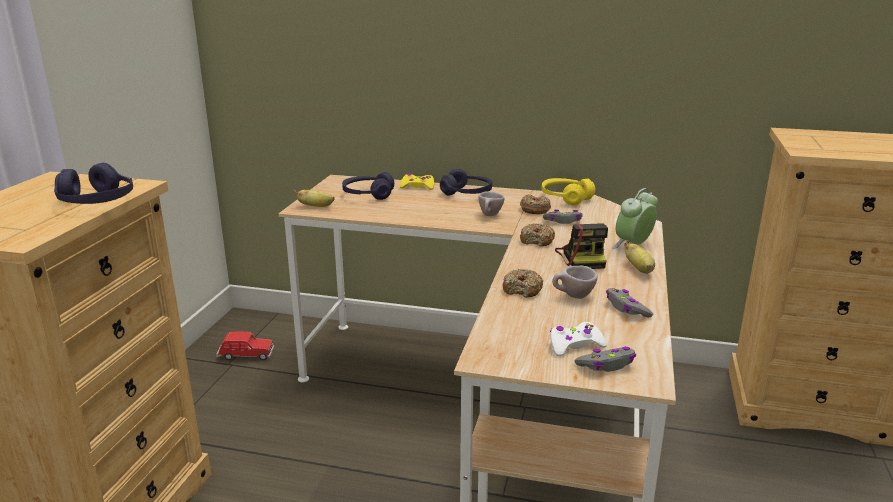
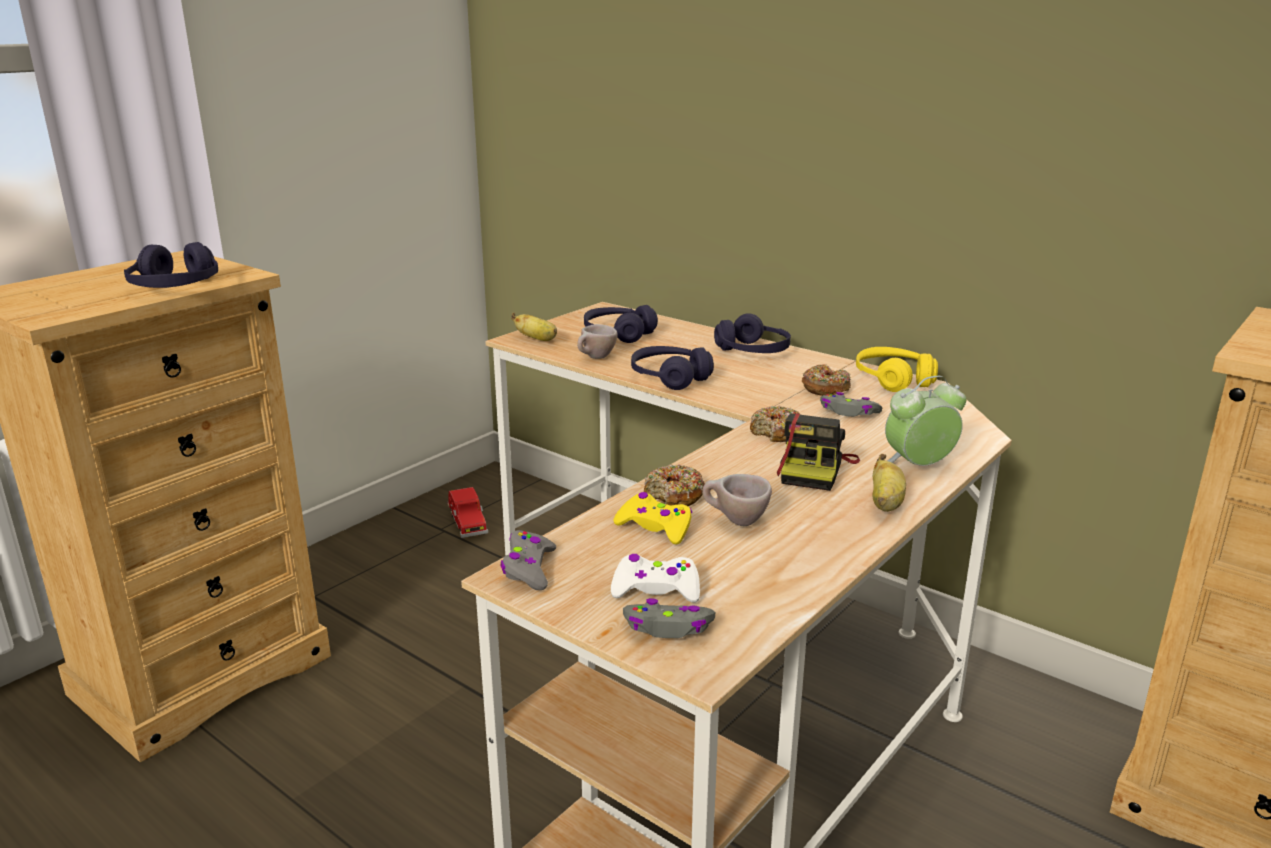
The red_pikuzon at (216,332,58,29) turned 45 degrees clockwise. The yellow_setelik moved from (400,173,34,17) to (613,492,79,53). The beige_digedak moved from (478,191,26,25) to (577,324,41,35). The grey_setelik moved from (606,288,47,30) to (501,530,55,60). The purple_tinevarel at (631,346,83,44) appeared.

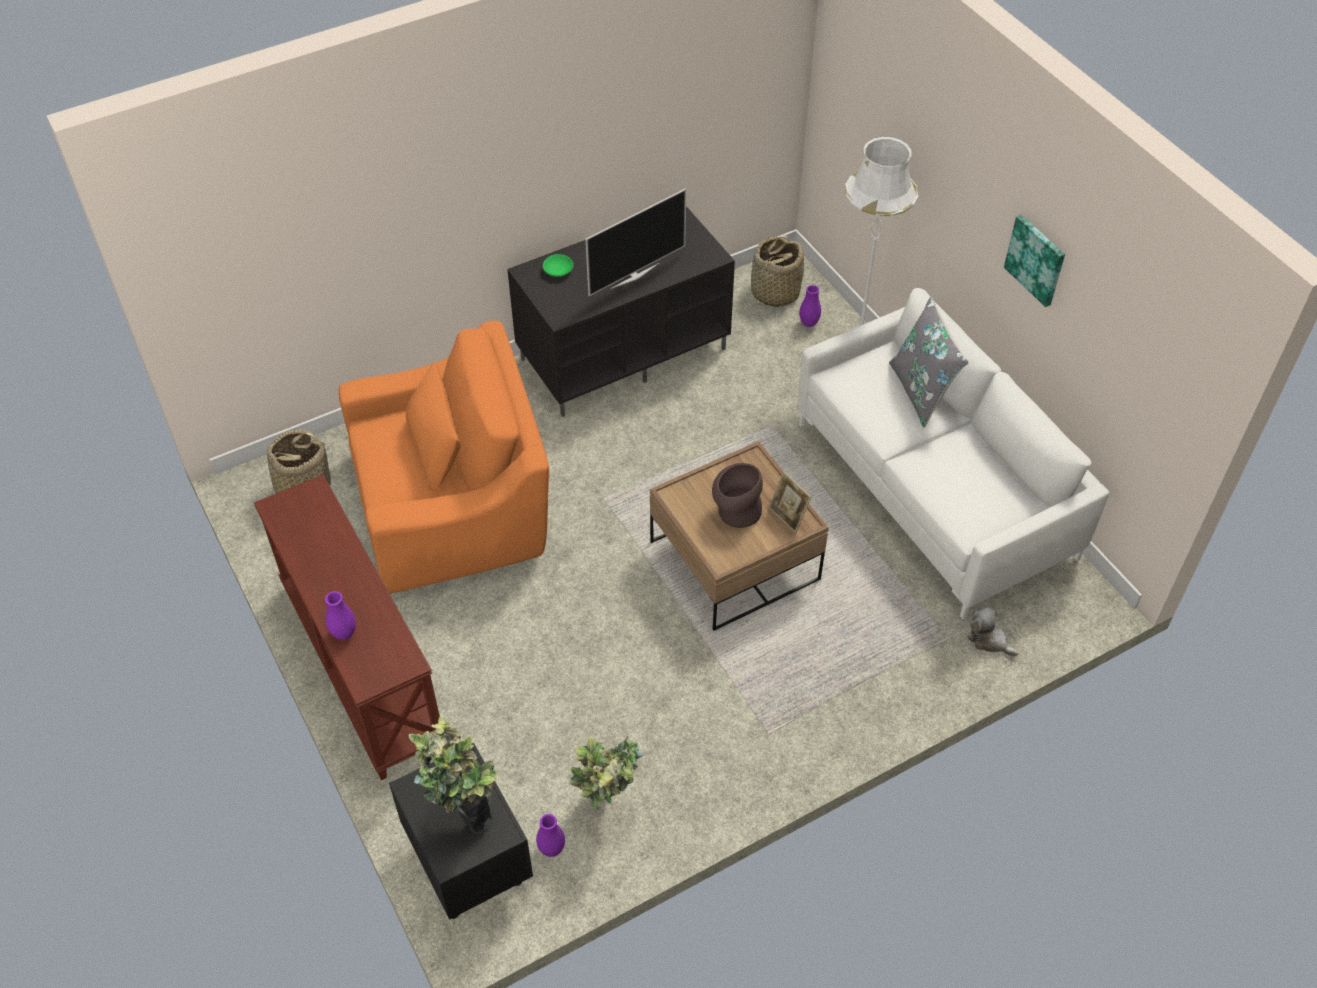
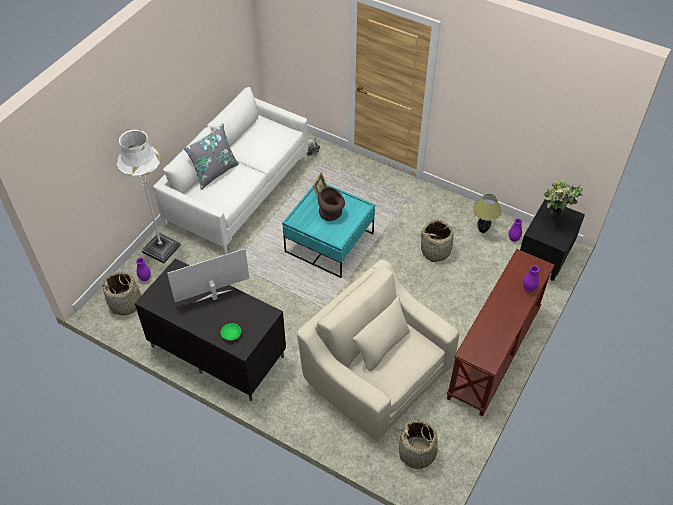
The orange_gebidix at (339,320,210,274) became the beige_gebidix at (297,259,162,182). The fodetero at (569,736,74,75) was replaced by the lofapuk at (473,194,29,39). The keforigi at (586,188,100,108) turned 45 degrees counterclockwise. The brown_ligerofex at (650,441,179,190) became the turquoise_ligerofex at (282,184,93,94). The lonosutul at (1004,215,61,92) disappeared. The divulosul at (419,220,38,42) appeared.

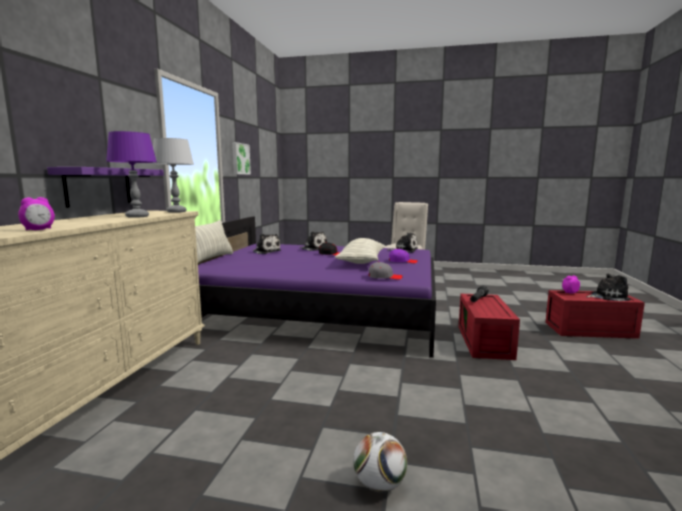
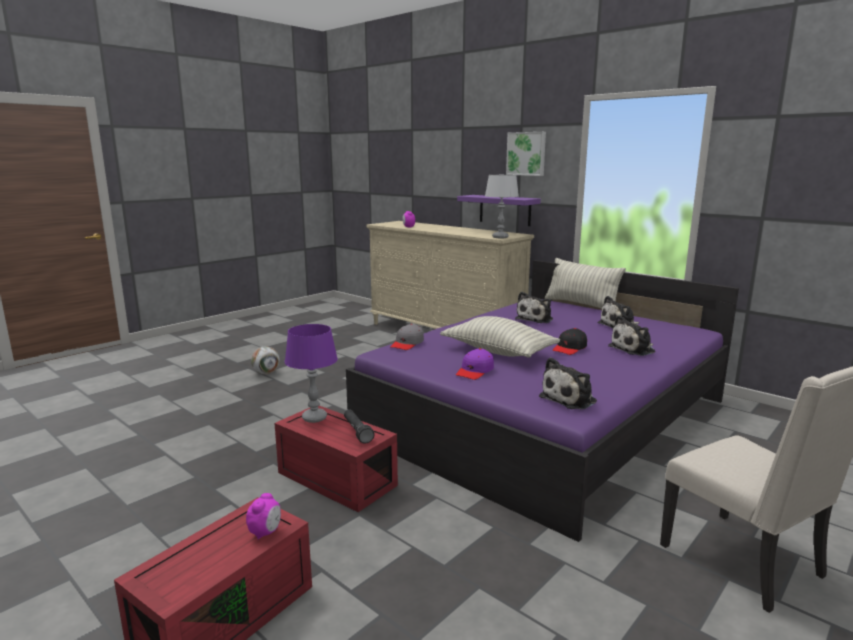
The purple_lofapuk moved from (106,131,51,87) to (285,324,53,99). The lonosutul moved from (232,142,19,33) to (506,132,40,44). The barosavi moved from (586,274,45,27) to (515,292,38,31).

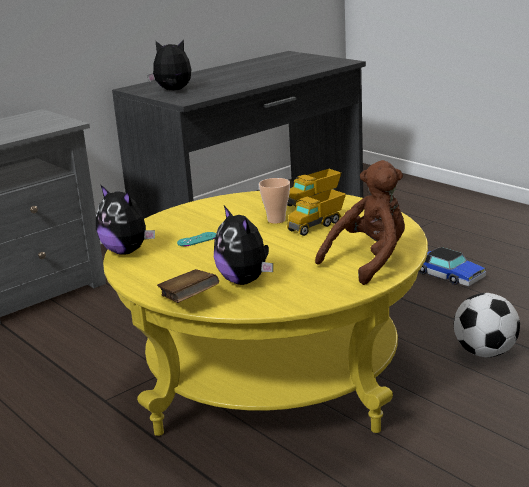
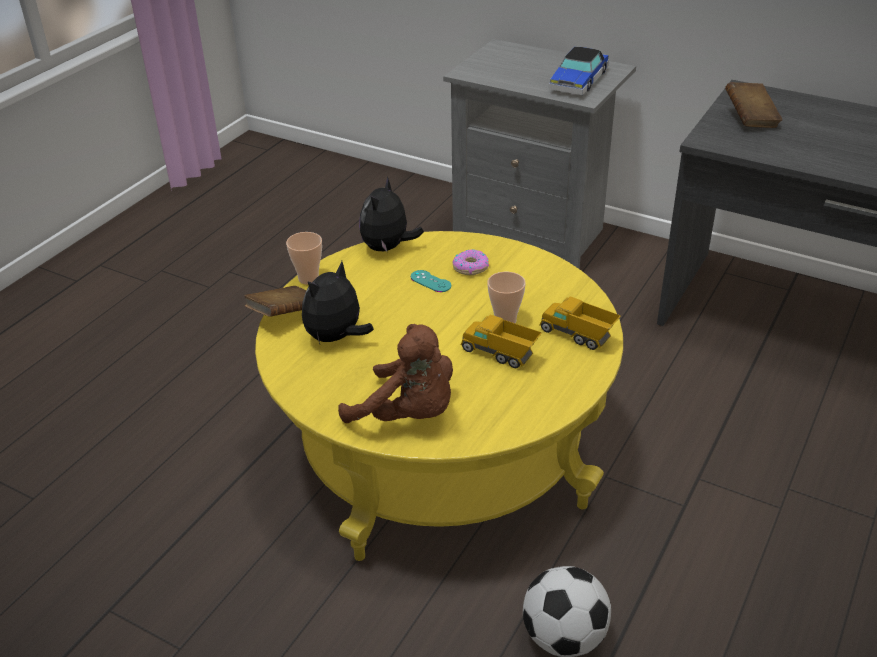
The barosavi at (147,40,44,50) was replaced by the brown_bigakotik at (725,82,57,46). The pikuzon moved from (419,247,67,39) to (549,47,60,48). The digedak at (286,232,36,53) appeared. The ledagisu at (453,249,36,26) appeared.

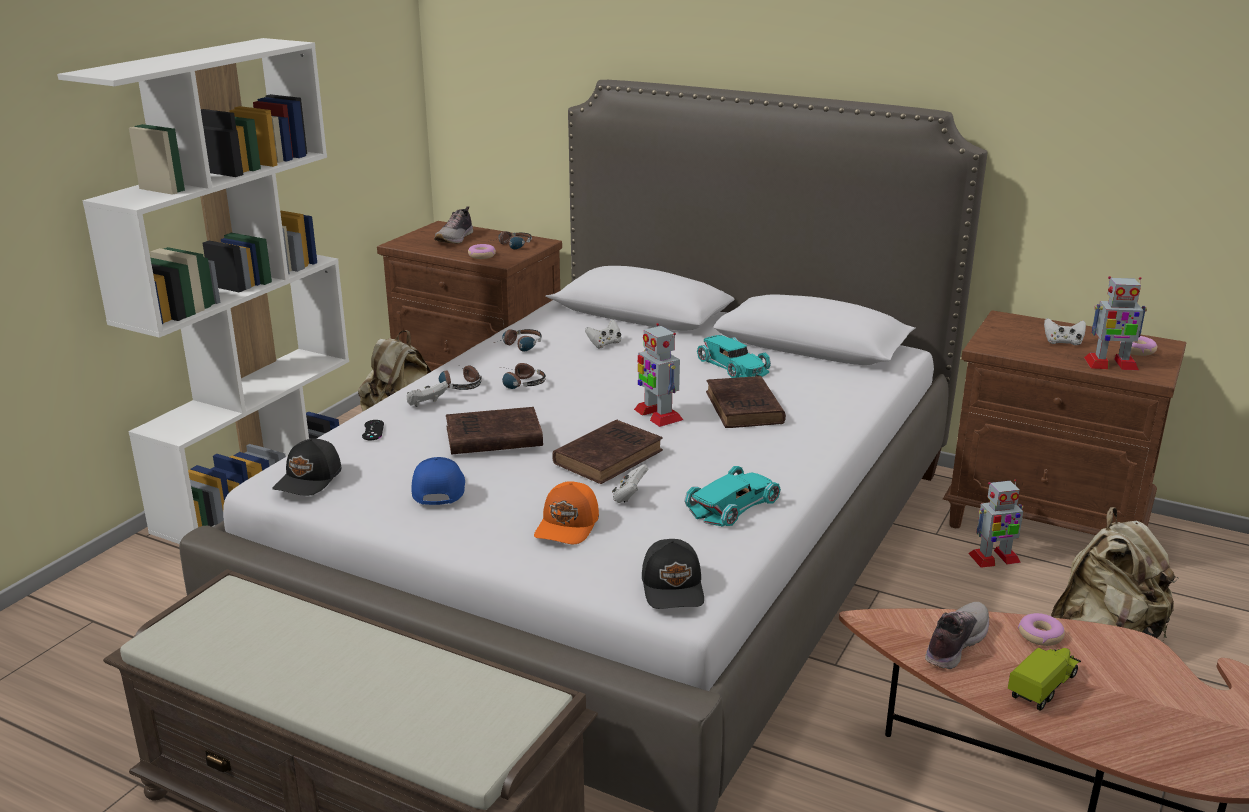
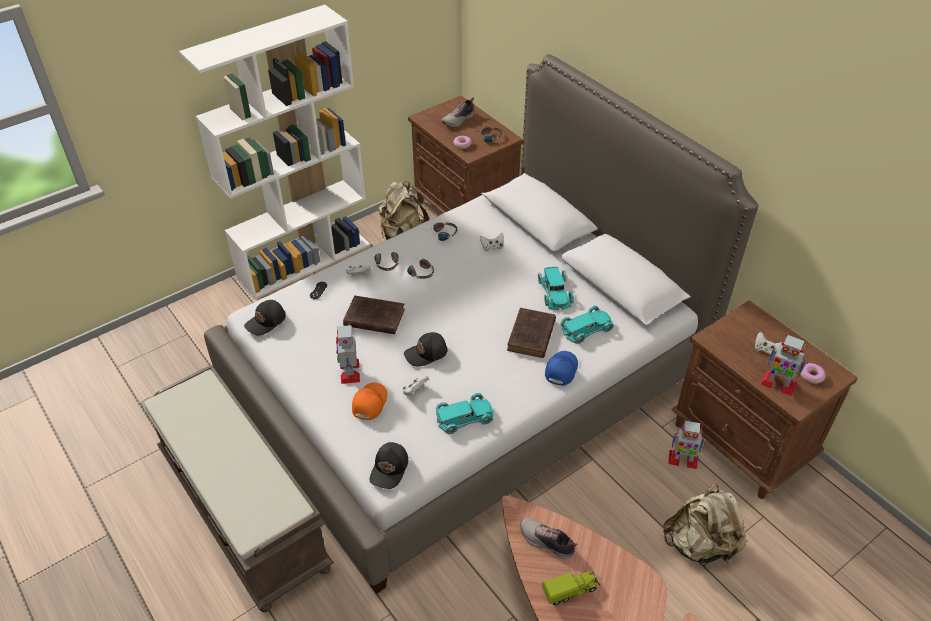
The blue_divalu moved from (412,457,53,48) to (545,351,33,35). The orange_divalu at (534,481,65,63) turned 150 degrees clockwise. The brown_bigakotik at (552,419,111,65) was replaced by the black_divalu at (404,332,44,34). The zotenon moved from (634,323,49,104) to (336,323,24,61). The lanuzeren at (925,602,64,67) turned 120 degrees counterclockwise. The ledagisu at (1018,613,47,33) disappeared. The turquoise_pikuzon at (560,306,54,38) appeared.

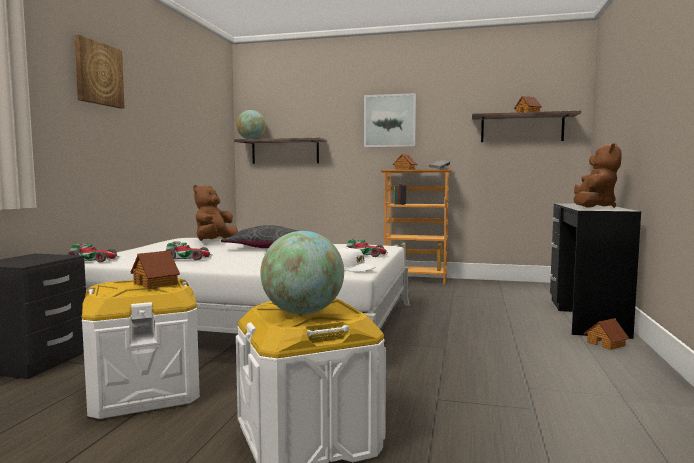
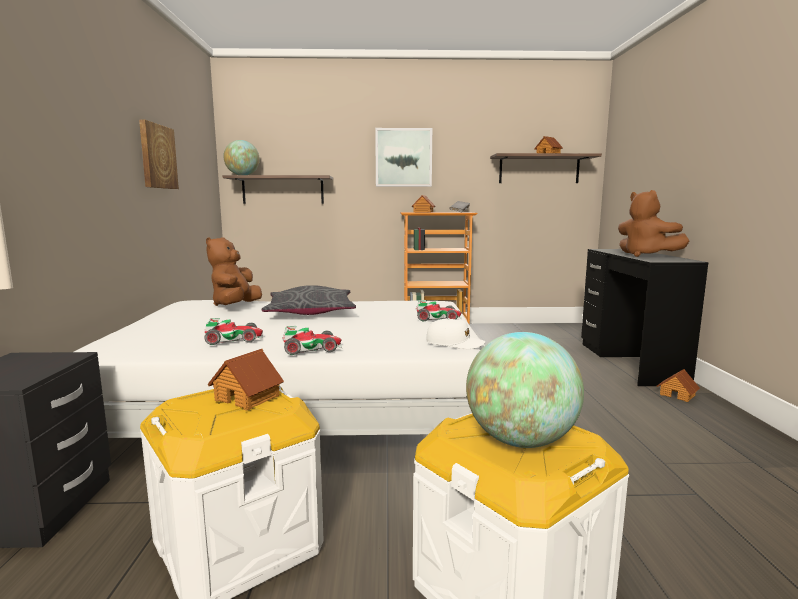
The pikuzon moved from (67,243,53,19) to (282,326,61,29). The lonosutul moved from (74,35,50,73) to (139,119,40,70). The brown_barosavi at (574,143,48,65) turned 135 degrees clockwise.

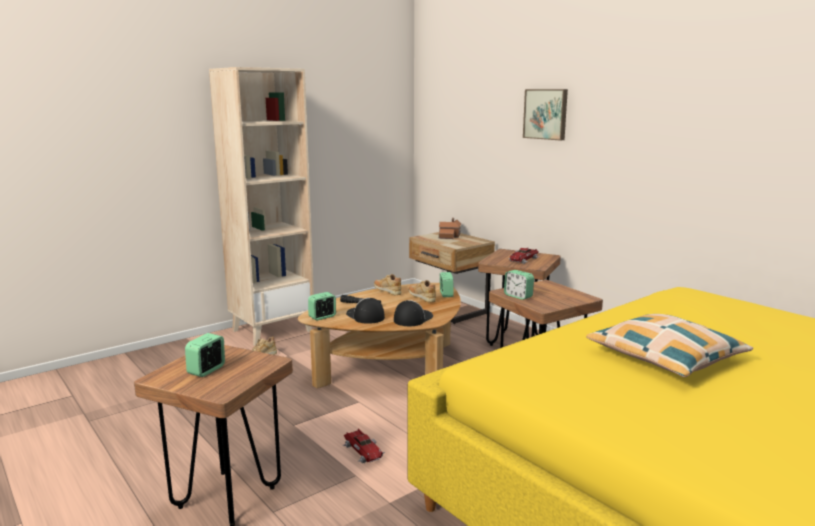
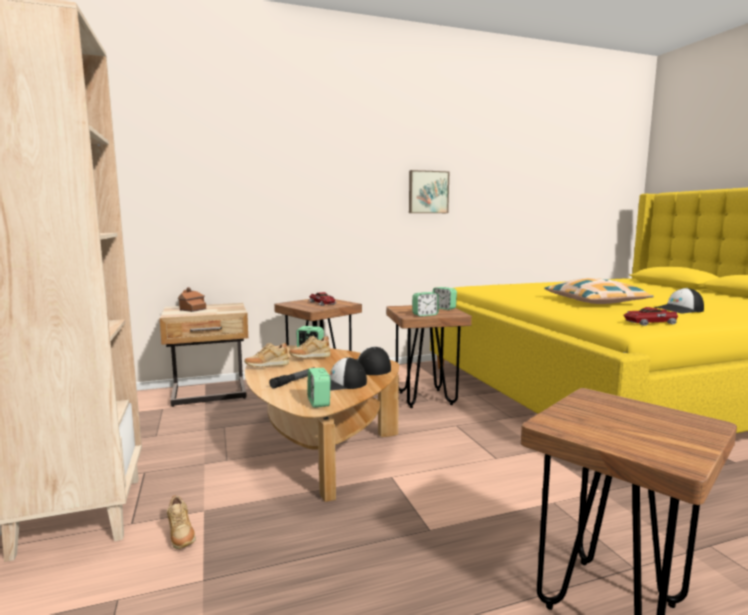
The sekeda moved from (185,333,40,44) to (433,287,24,23). The pikuzon moved from (343,429,42,35) to (623,307,55,19). The lonosutul moved from (523,89,45,52) to (409,170,40,43). The divalu at (654,288,50,25) appeared.

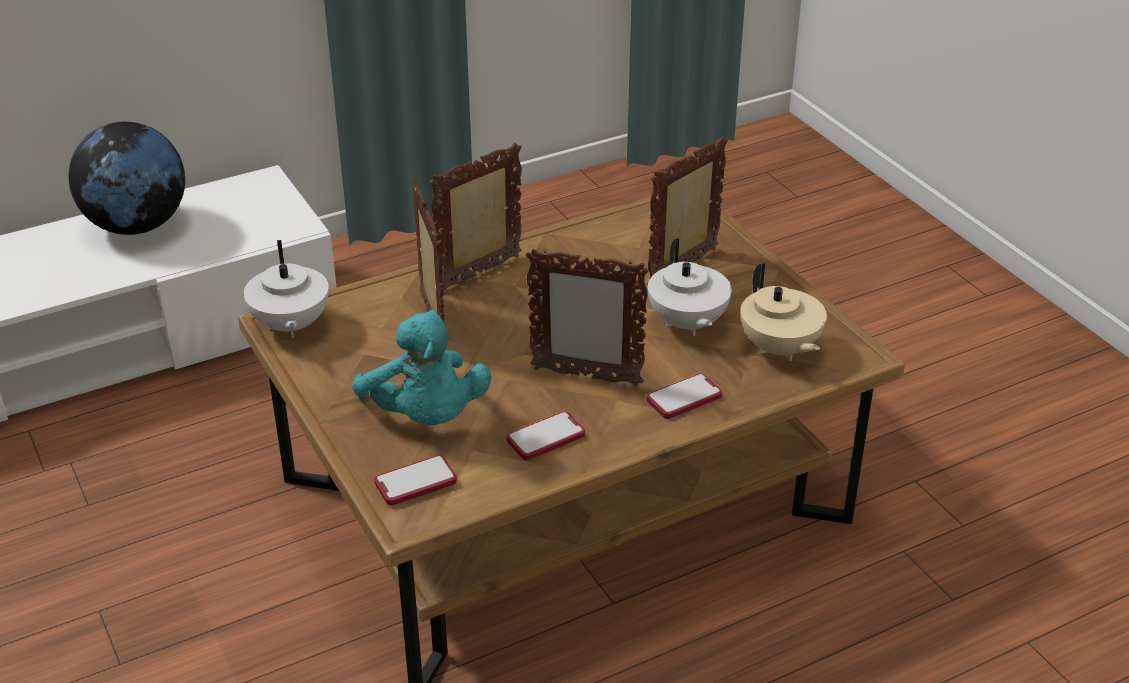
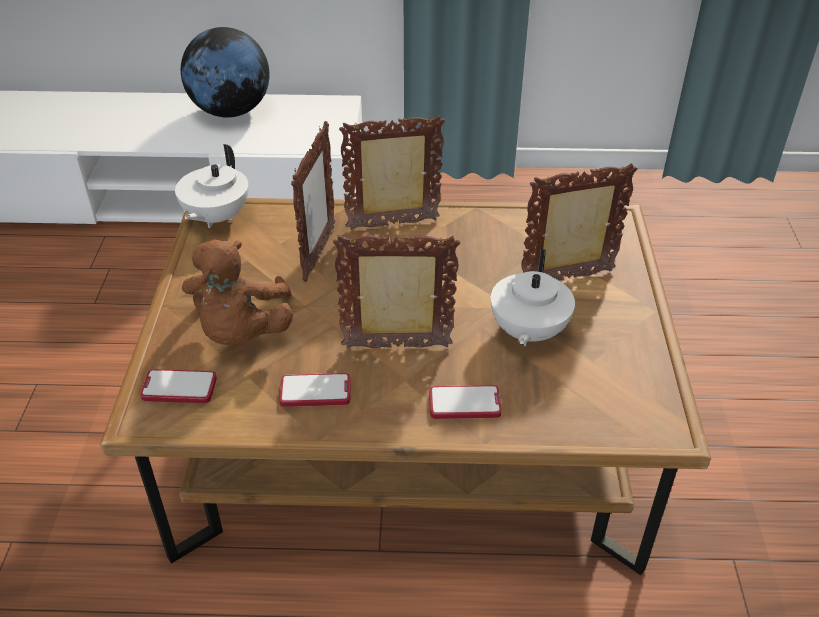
The turquoise_barosavi at (352,310,140,115) became the brown_barosavi at (182,239,111,106). The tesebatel at (526,248,123,138) turned 135 degrees clockwise. The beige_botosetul at (741,263,86,98) disappeared.

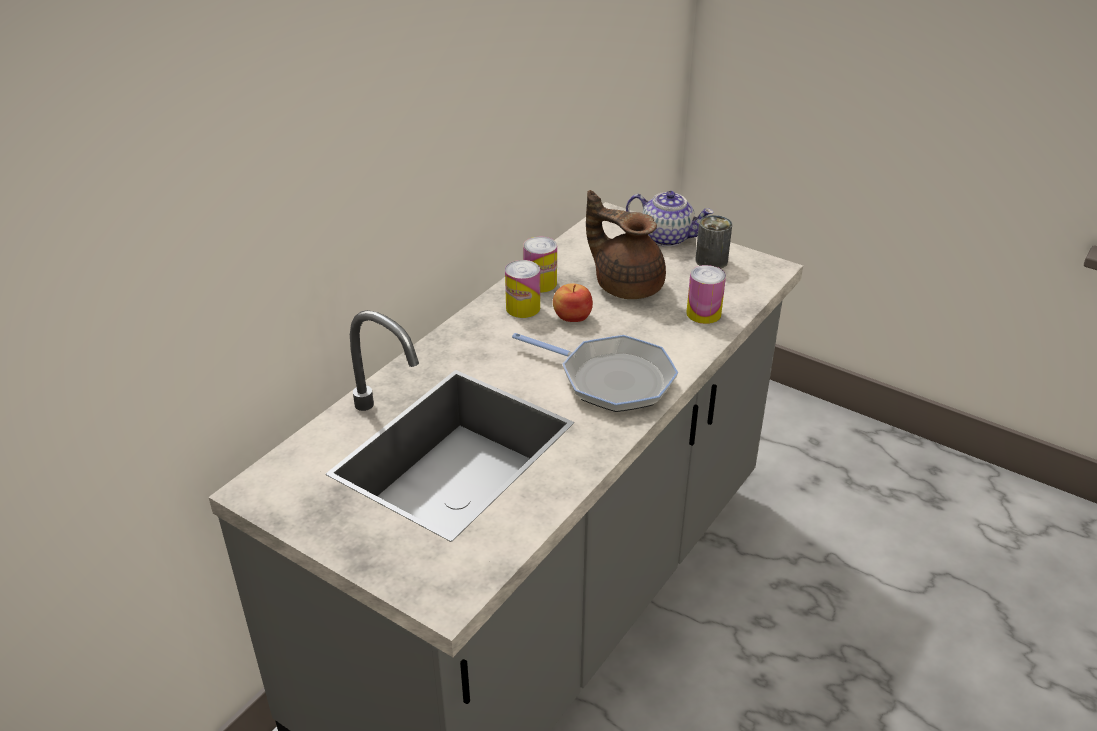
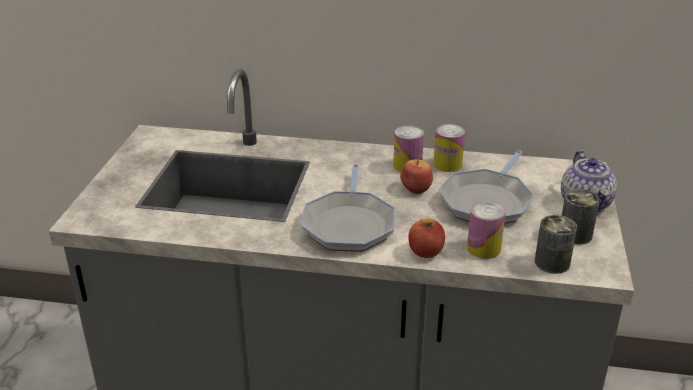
The brown_botosetul at (586,190,80,109) was replaced by the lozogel at (438,150,97,74). The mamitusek at (408,218,37,40) appeared. The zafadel at (535,215,42,59) appeared.

